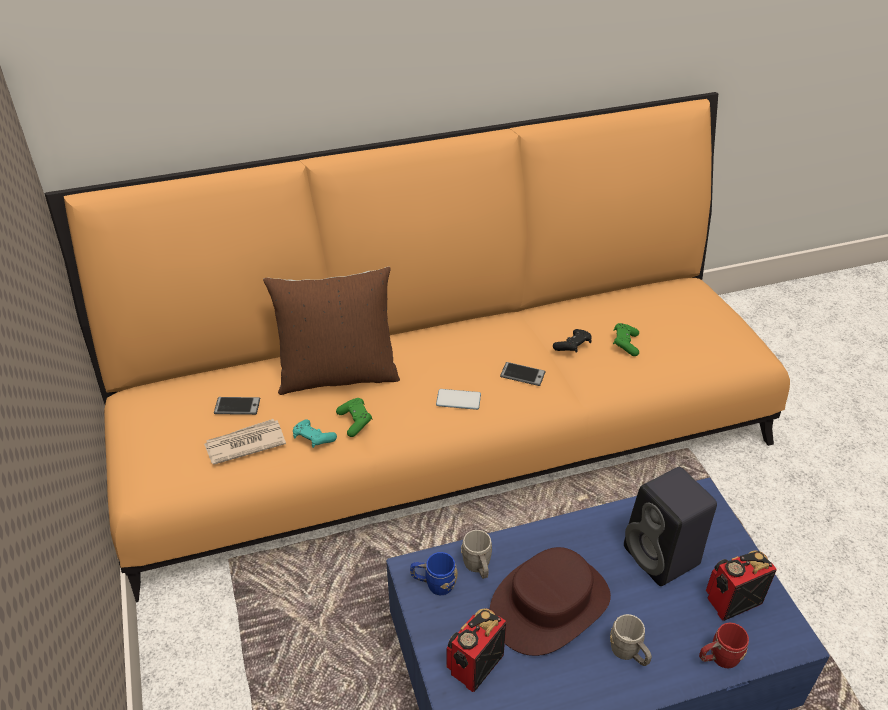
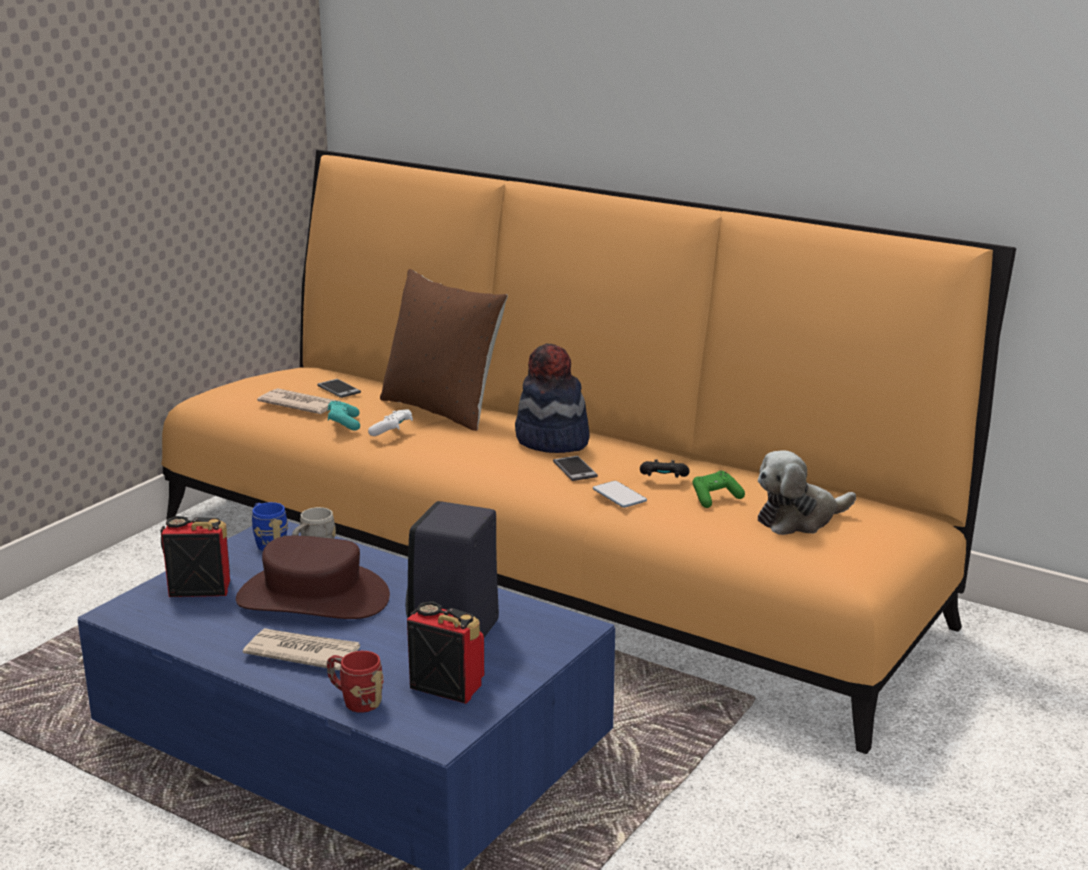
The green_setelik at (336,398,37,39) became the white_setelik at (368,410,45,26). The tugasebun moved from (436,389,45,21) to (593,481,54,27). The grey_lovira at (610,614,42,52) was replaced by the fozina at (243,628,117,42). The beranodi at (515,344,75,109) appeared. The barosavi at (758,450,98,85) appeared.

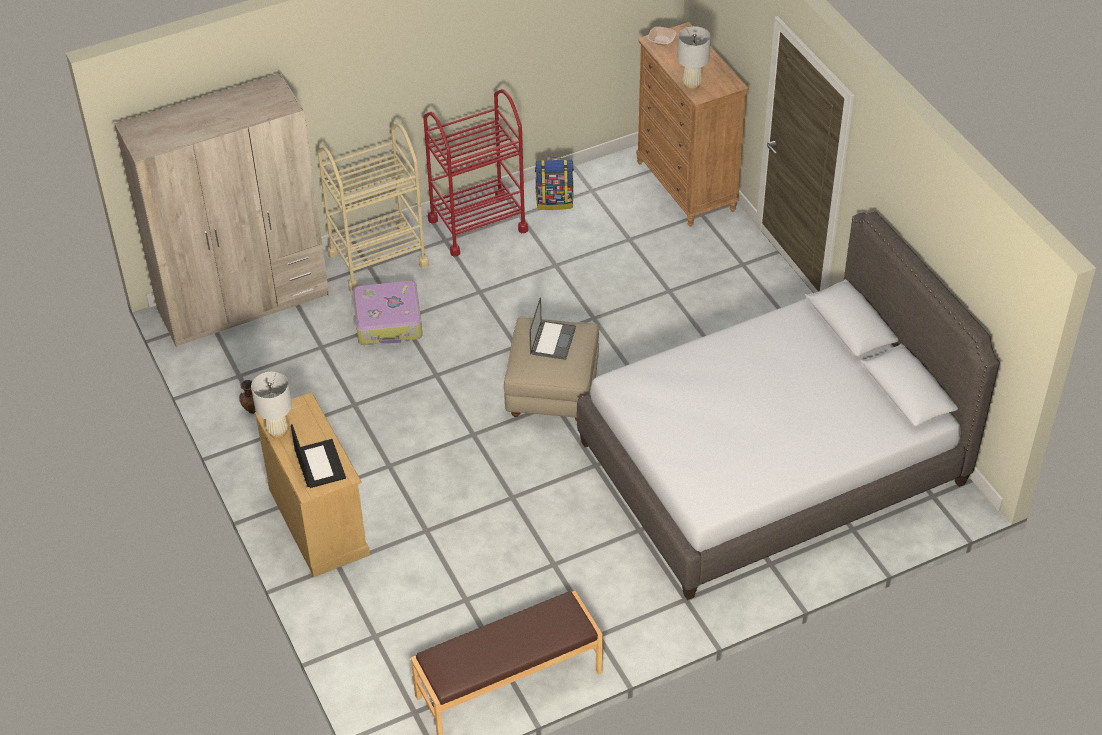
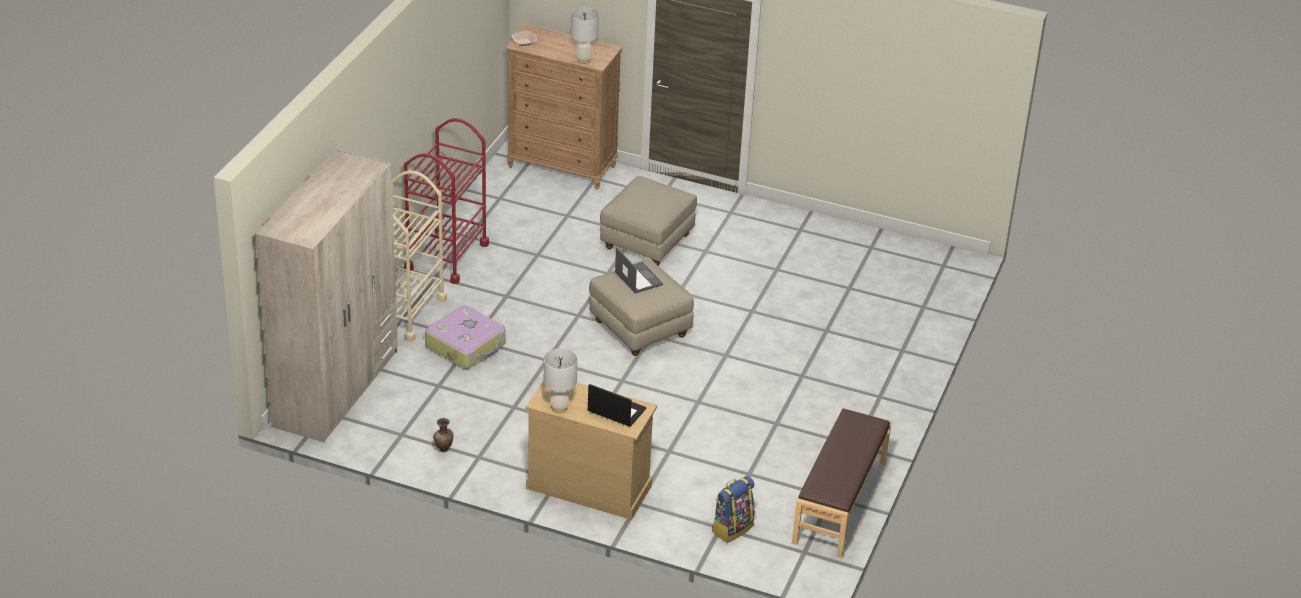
The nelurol moved from (535,157,39,53) to (712,476,43,67). The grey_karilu at (577,211,423,389) disappeared. The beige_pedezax at (600,176,97,89) appeared.

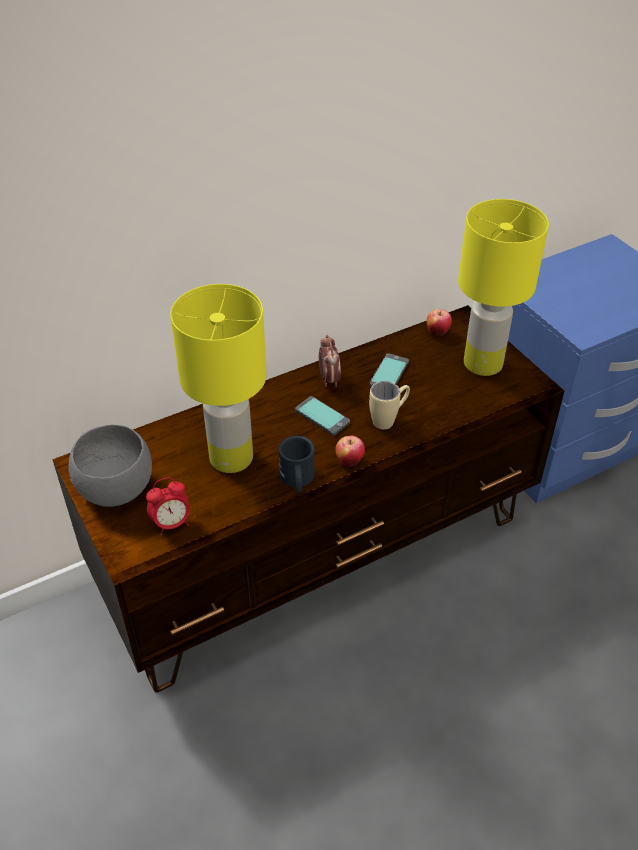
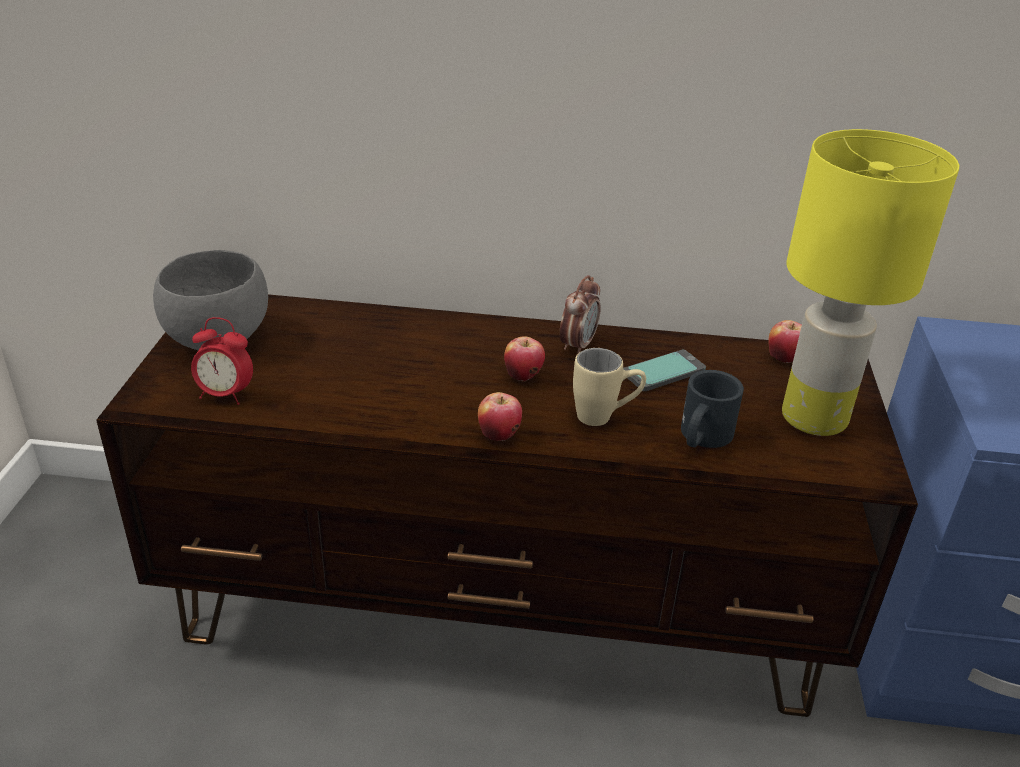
The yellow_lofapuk at (170,284,97,189) disappeared. The black_lovira moved from (278,436,37,57) to (681,370,63,78). The tugasebun at (295,396,55,39) was replaced by the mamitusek at (504,336,41,45).

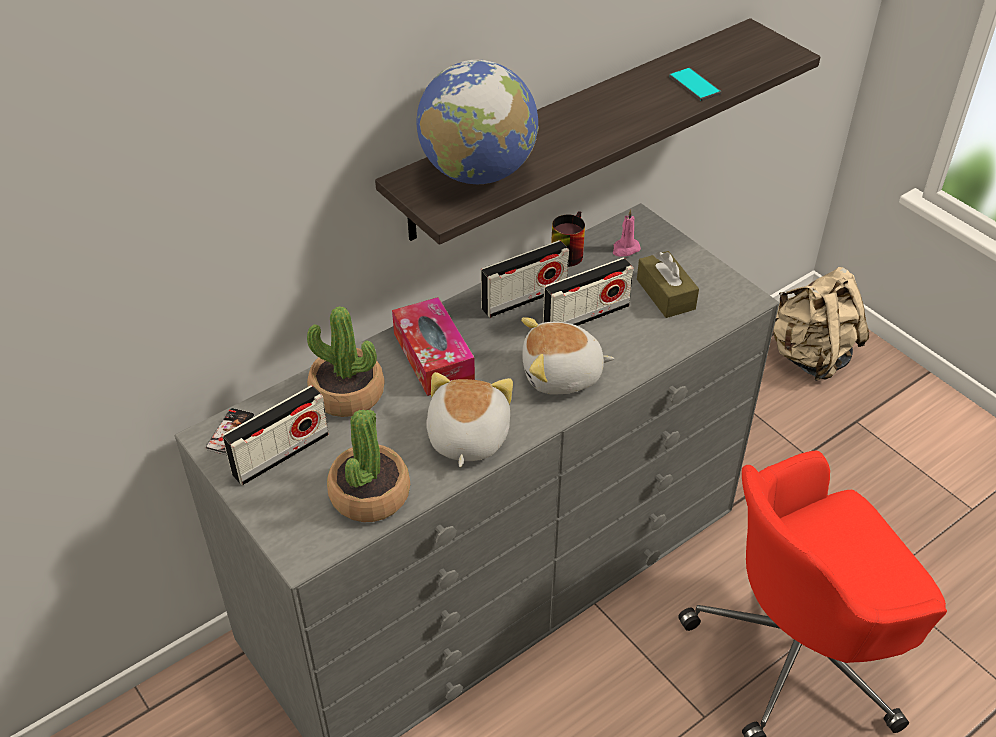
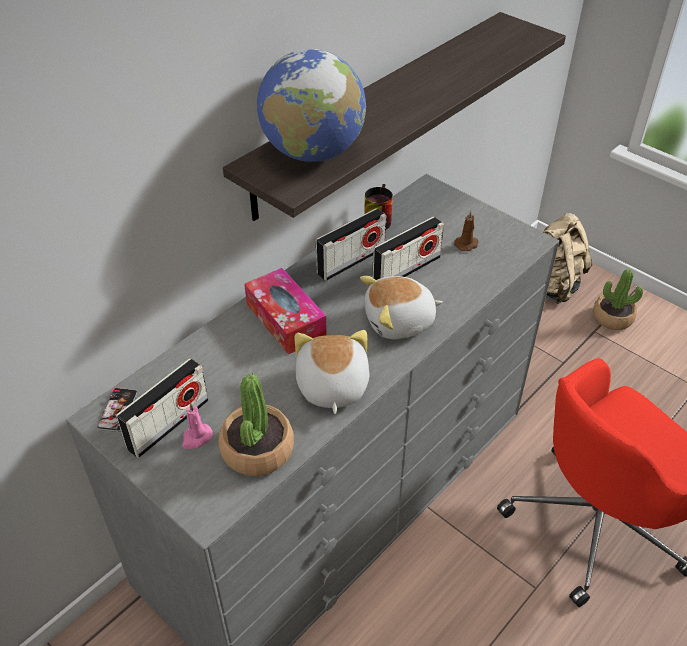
The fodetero moved from (307,306,78,111) to (593,269,50,61). The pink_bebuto moved from (613,209,28,48) to (182,402,31,47). The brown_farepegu at (637,251,62,67) was replaced by the brown_bebuto at (454,211,25,40). The tugasebun at (669,67,53,34) disappeared.

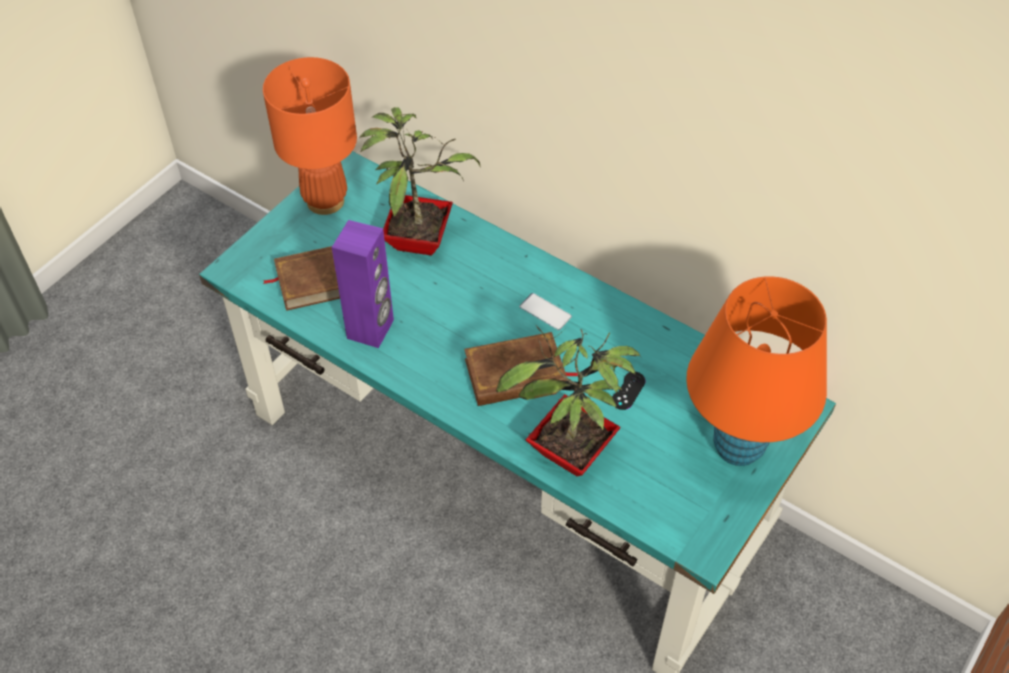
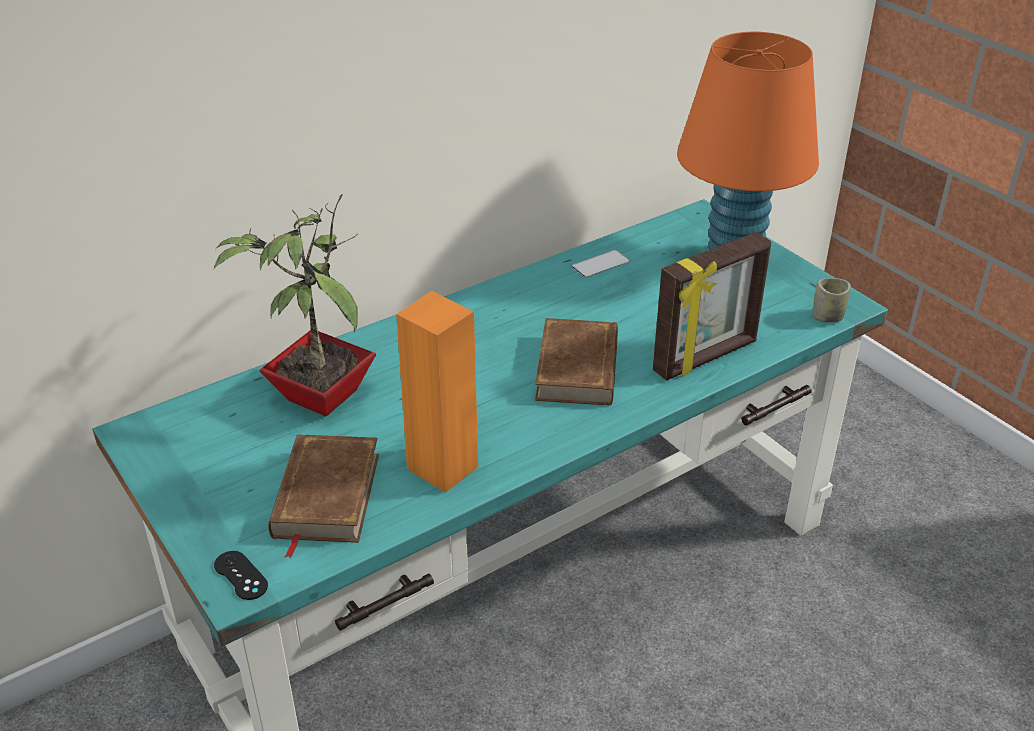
The orange_lofapuk at (263,57,94,158) disappeared. The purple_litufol at (332,220,62,128) became the orange_litufol at (396,291,82,202). The fodetero at (496,326,145,150) was replaced by the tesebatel at (653,232,118,149). The tugasebun moved from (519,293,53,37) to (571,250,59,28). The black_setelik moved from (612,372,33,38) to (214,551,54,49). The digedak at (813,278,38,45) appeared.

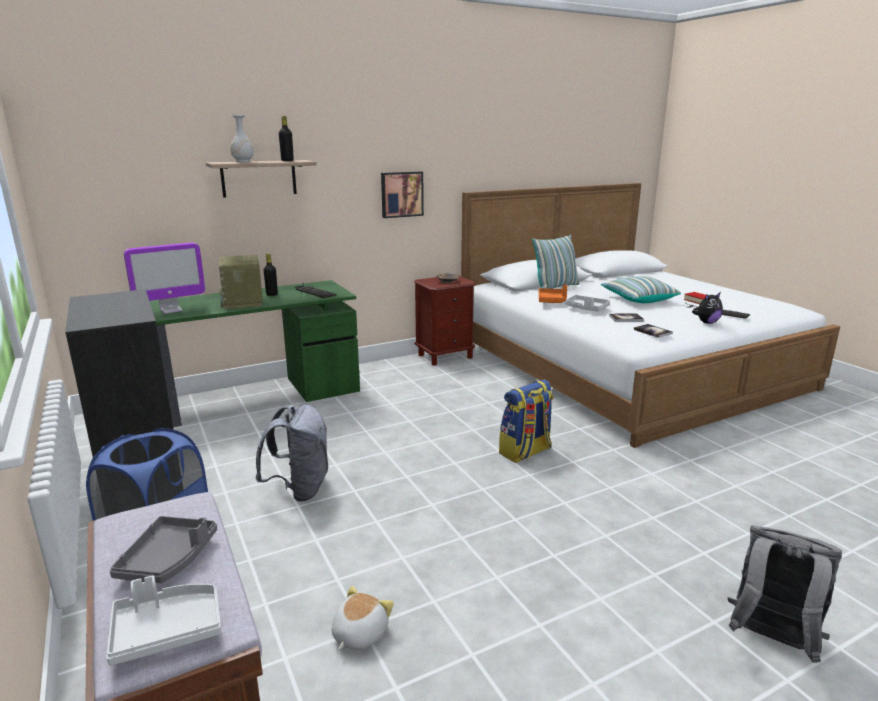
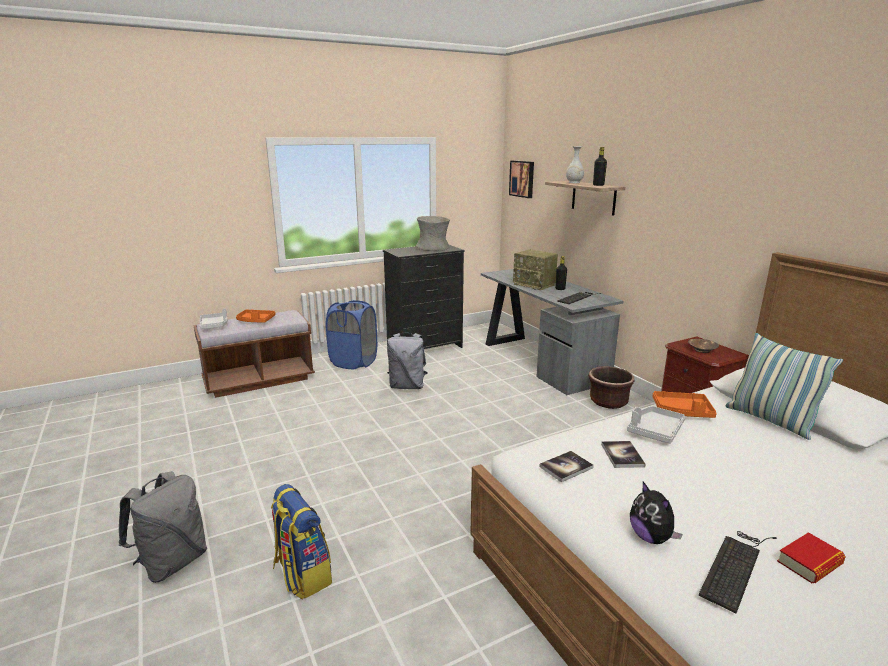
The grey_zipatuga at (110,516,107,67) became the orange_zipatuga at (236,309,40,14). The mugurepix at (124,243,81,71) disappeared. The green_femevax at (150,280,210,147) became the grey_femevax at (481,269,142,126). The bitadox at (219,255,44,54) turned 120 degrees counterclockwise. The barosavi at (332,586,62,64) disappeared. The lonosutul moved from (381,171,43,47) to (509,161,25,37). The nelurol moved from (499,380,54,83) to (271,484,61,115). The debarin at (601,276,80,27) disappeared. The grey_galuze at (416,216,34,35) appeared. The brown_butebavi at (588,366,46,43) appeared.

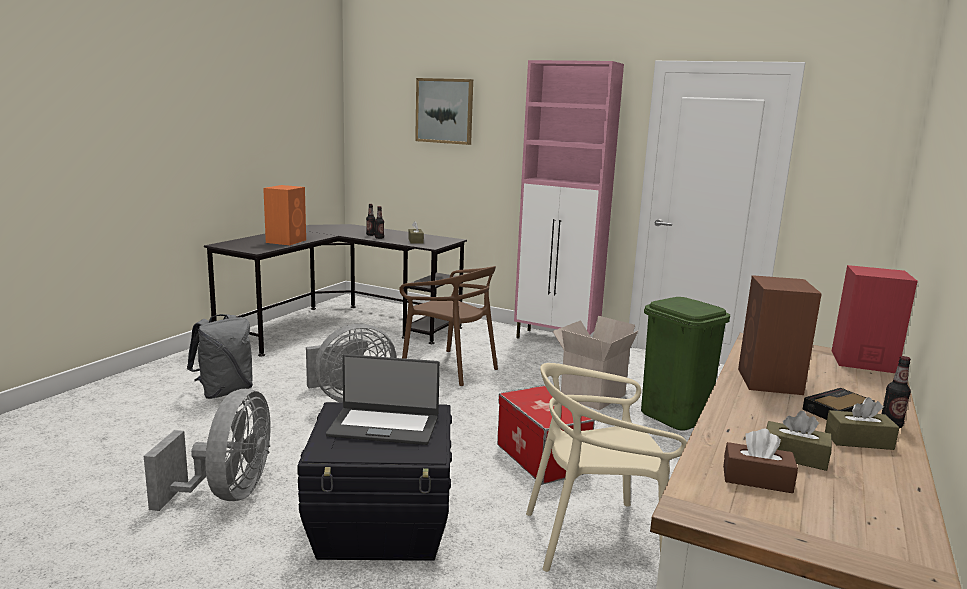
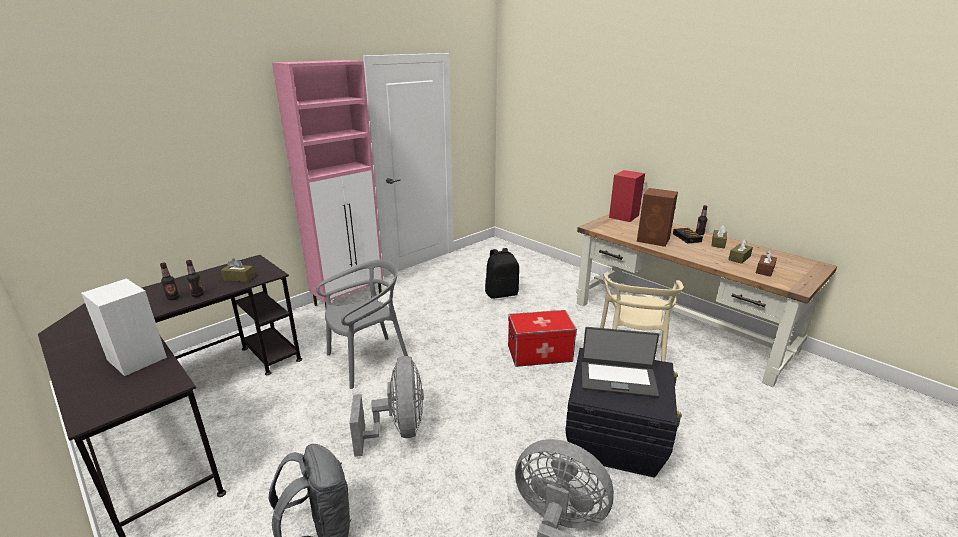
The orange_litufol at (263,185,43,60) became the white_litufol at (81,278,86,98). The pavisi at (326,354,114,91) turned 75 degrees clockwise. The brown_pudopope at (399,266,99,120) became the grey_pudopope at (316,260,92,129). The lonosutul at (415,78,58,67) disappeared. The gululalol at (552,316,86,94) disappeared. The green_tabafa at (641,297,89,134) was replaced by the black_nelurol at (485,248,34,51).

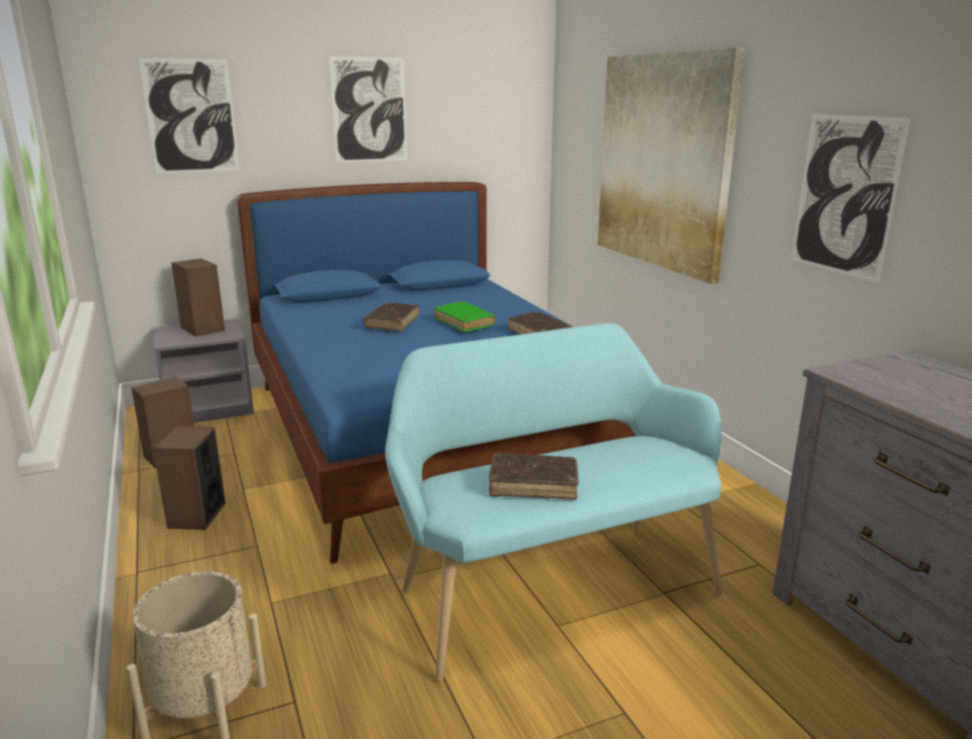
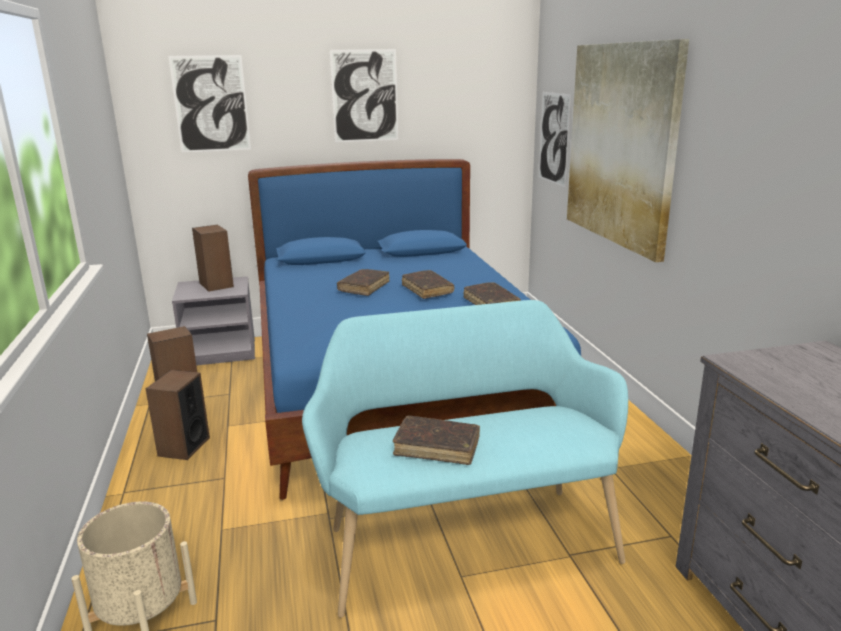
The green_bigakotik at (434,302,62,30) became the brown_bigakotik at (402,270,52,29). The lonosutul moved from (792,114,118,169) to (539,92,32,95).

